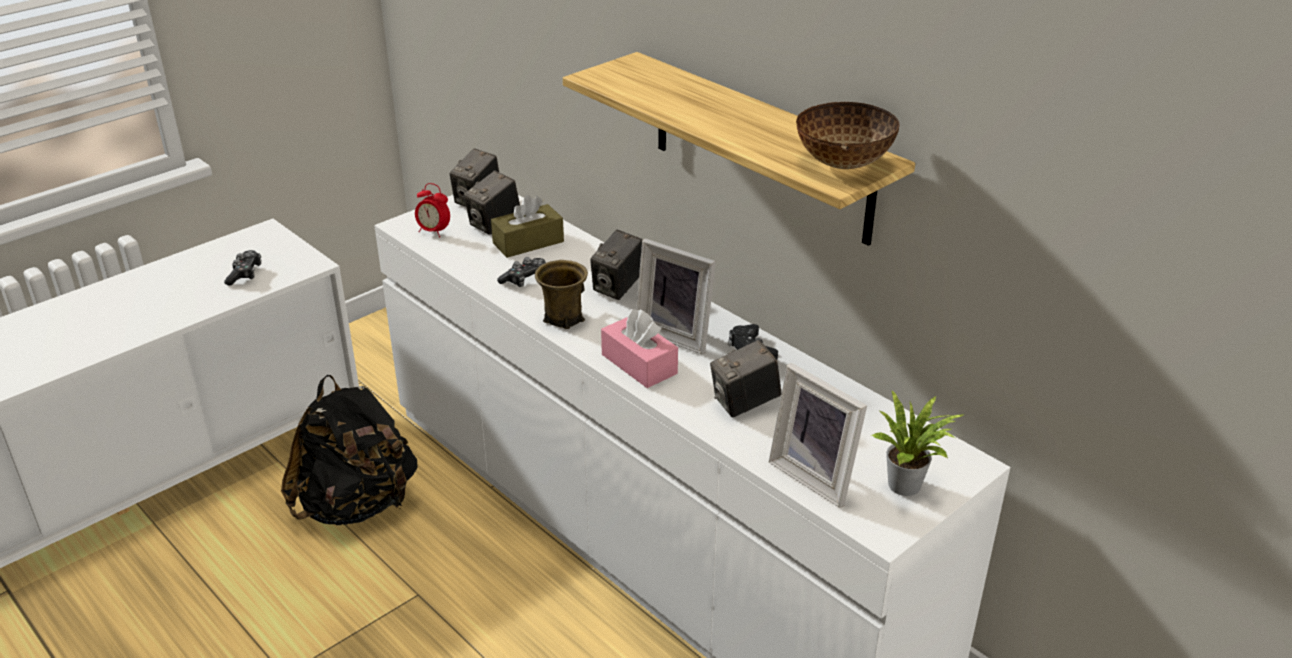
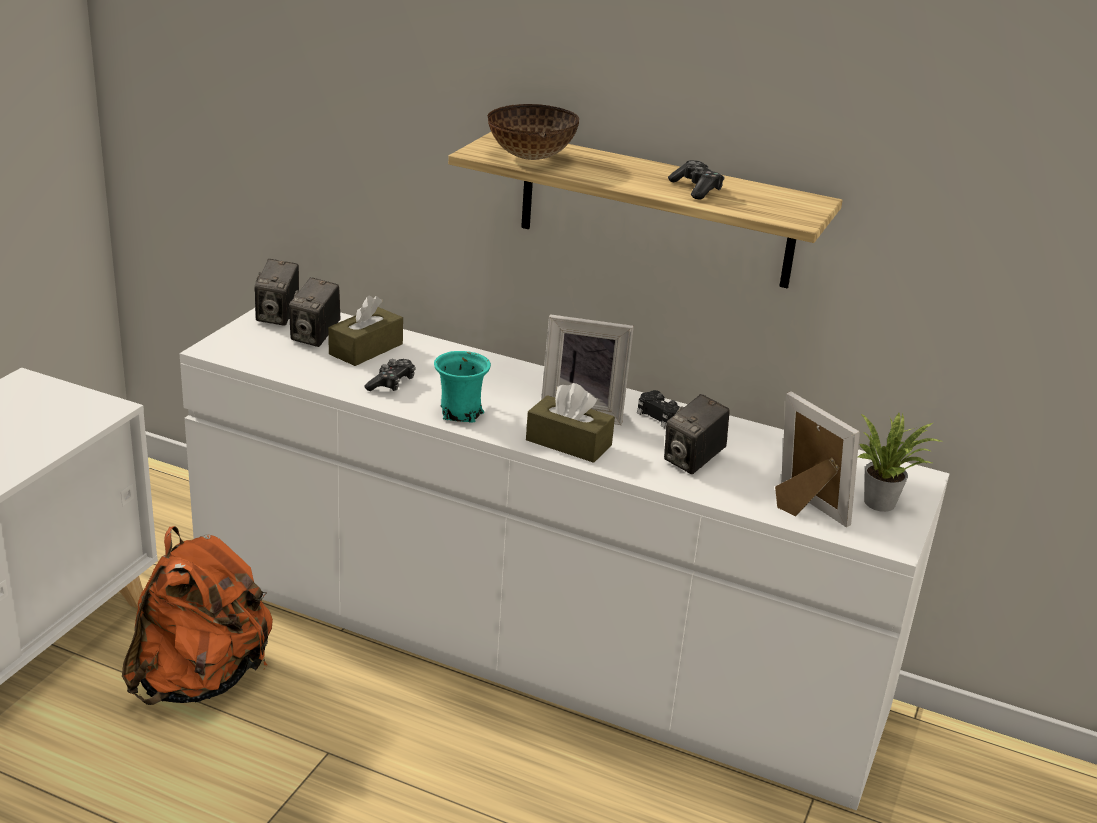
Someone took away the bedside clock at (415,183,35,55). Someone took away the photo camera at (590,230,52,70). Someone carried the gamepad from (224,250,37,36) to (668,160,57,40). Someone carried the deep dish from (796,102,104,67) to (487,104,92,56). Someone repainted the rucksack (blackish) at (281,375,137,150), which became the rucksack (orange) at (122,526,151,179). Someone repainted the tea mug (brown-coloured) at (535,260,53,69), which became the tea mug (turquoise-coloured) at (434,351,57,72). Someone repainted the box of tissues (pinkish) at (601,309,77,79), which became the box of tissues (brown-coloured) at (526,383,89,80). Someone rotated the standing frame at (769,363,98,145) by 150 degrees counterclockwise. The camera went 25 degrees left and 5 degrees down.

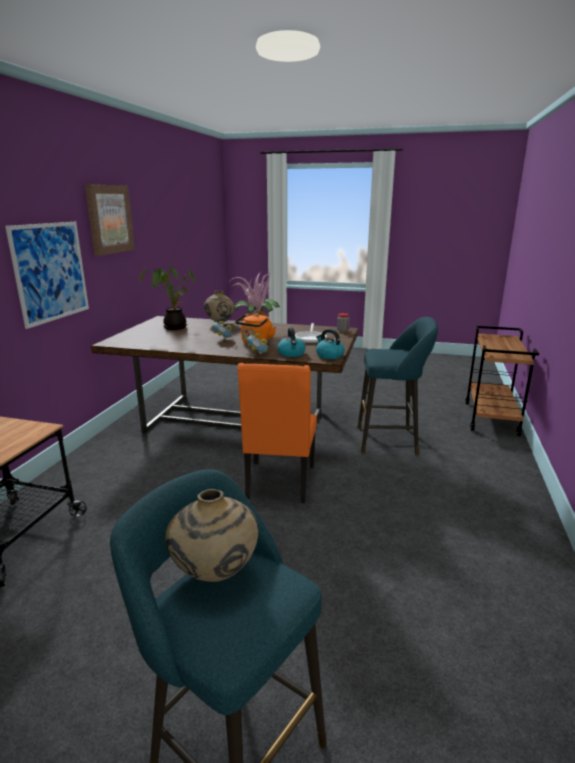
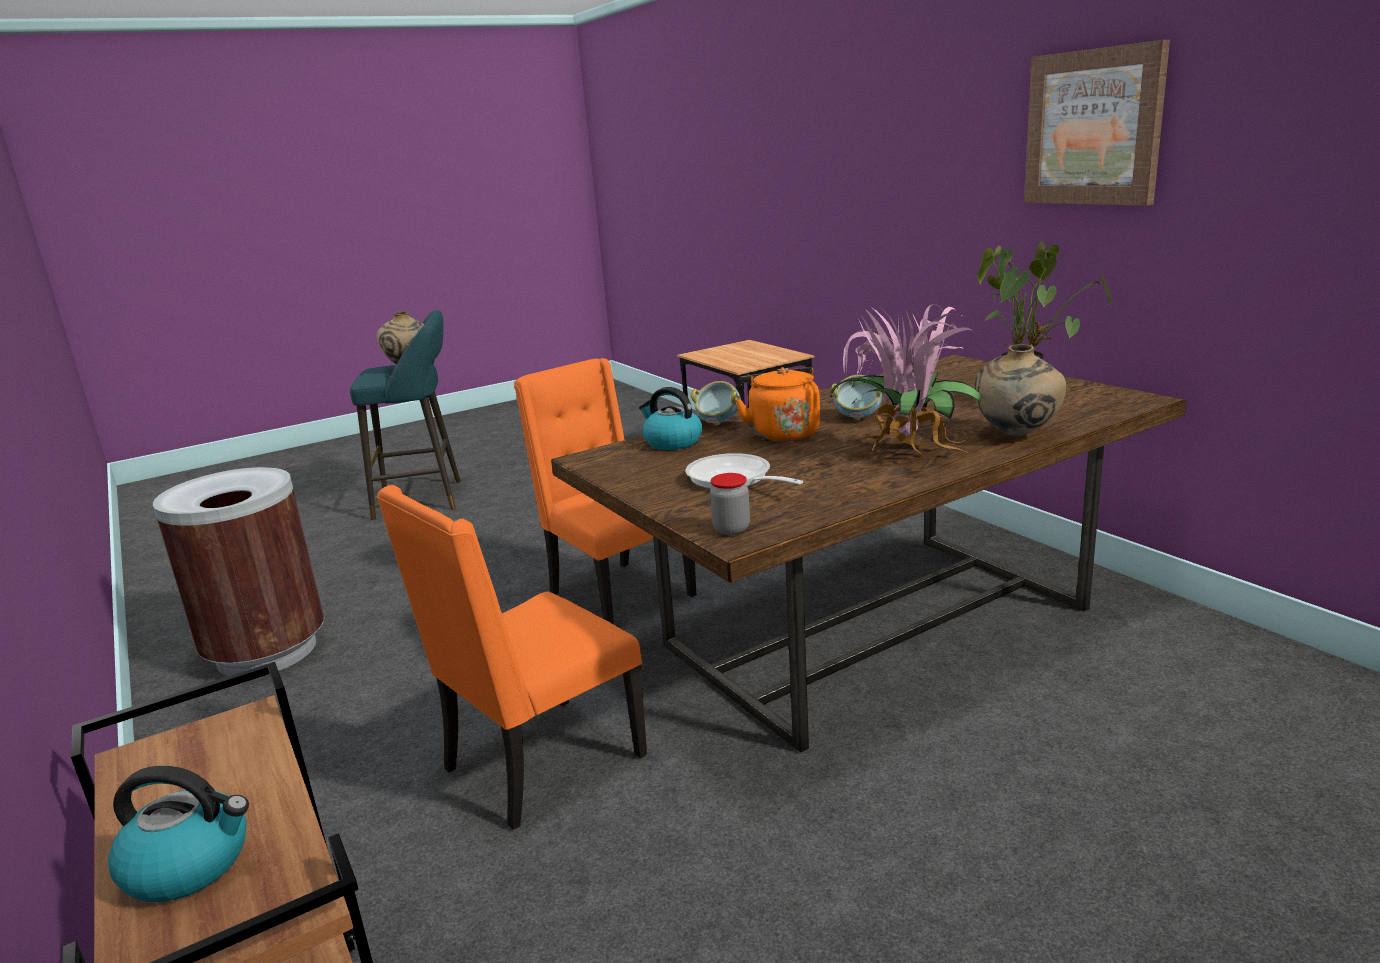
Someone took away the wall picture at (5,222,84,107). Someone put down the trash can (brown-coloured) at (153,467,171,209). Someone carried the kettle from (316,329,29,30) to (108,766,141,136). Someone swapped the stool (turquoise-coloured) at (357,317,81,138) for the chair (orange) at (376,485,271,345). The camera went 135 degrees right and 0 degrees up.

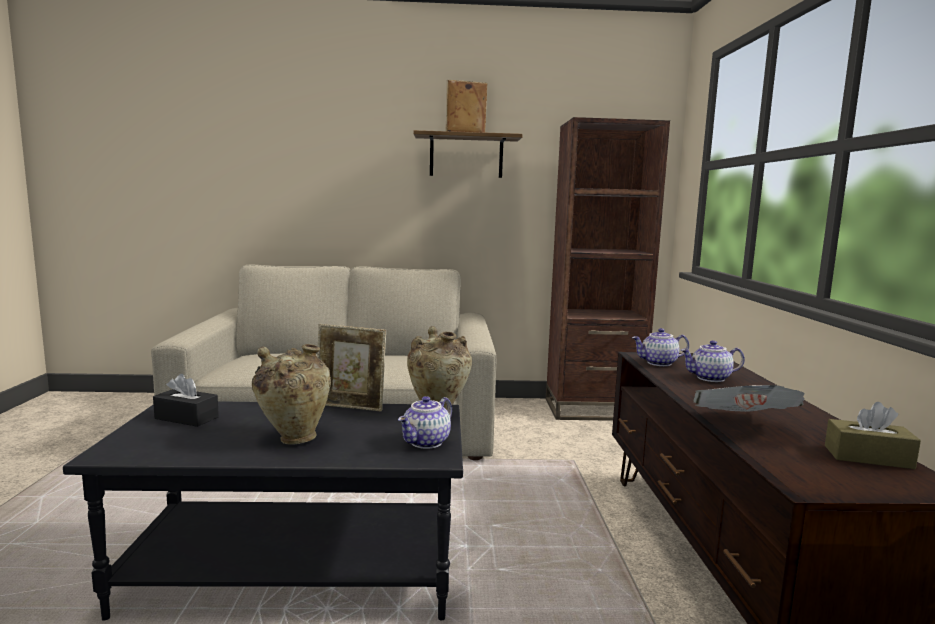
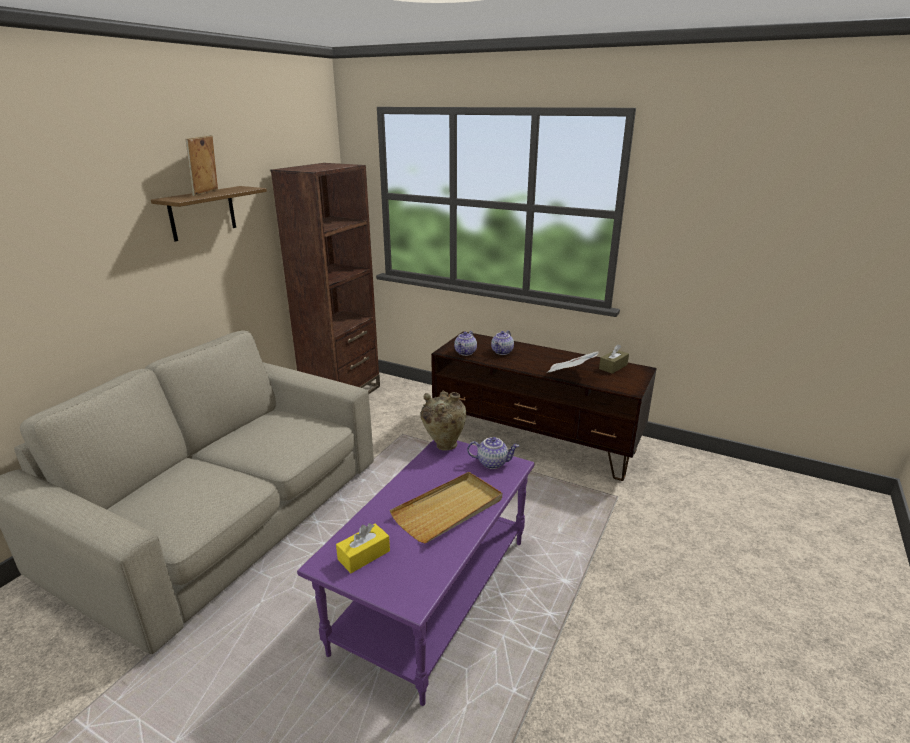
Someone took away the standing frame at (317,324,69,88). Someone swapped the flower vase (sand-coloured) at (252,344,79,100) for the carrying tray (sand-coloured) at (390,472,112,71). Someone repainted the coffee table (blackish) at (63,401,400,219), which became the coffee table (purple) at (297,440,238,266). Someone repainted the box of tissues (blackish) at (153,374,66,53), which became the box of tissues (yellow-coloured) at (336,523,54,50). Someone rotated the tea pot at (398,396,54,53) by 60 degrees counterclockwise. The camera went 60 degrees left and 15 degrees up.

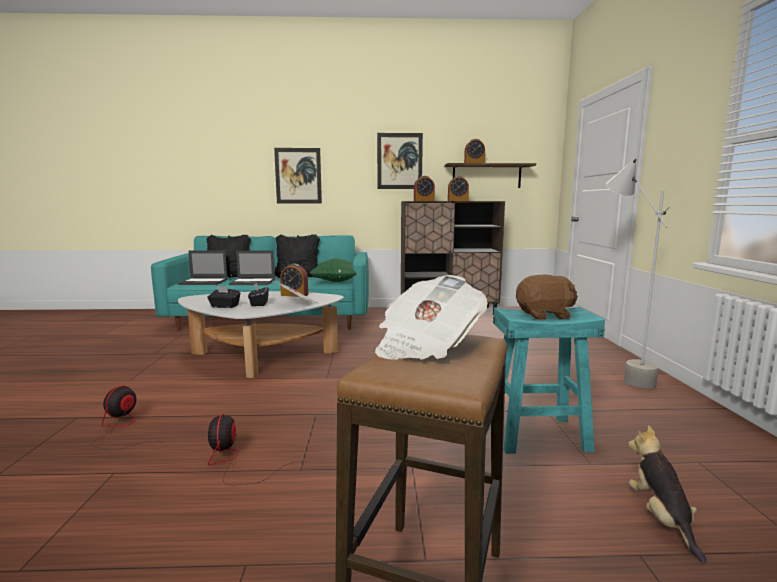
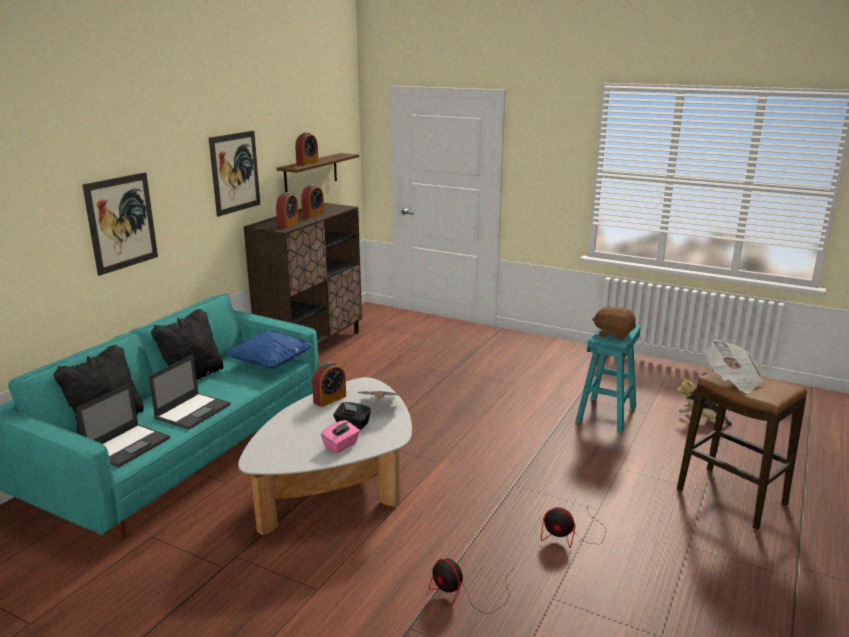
Someone took away the floor lamp (greyish) at (606,158,64,231). Someone repainted the box of tissues (blackish) at (207,286,33,22), which became the box of tissues (pinkish) at (321,420,39,33). Someone repainted the cushion (greenish) at (310,258,47,24), which became the cushion (blue) at (226,331,87,38). Someone rotated the soft toy (brown-coloured) at (516,274,62,46) by 90 degrees counterclockwise. The camera went 60 degrees left and 10 degrees up.

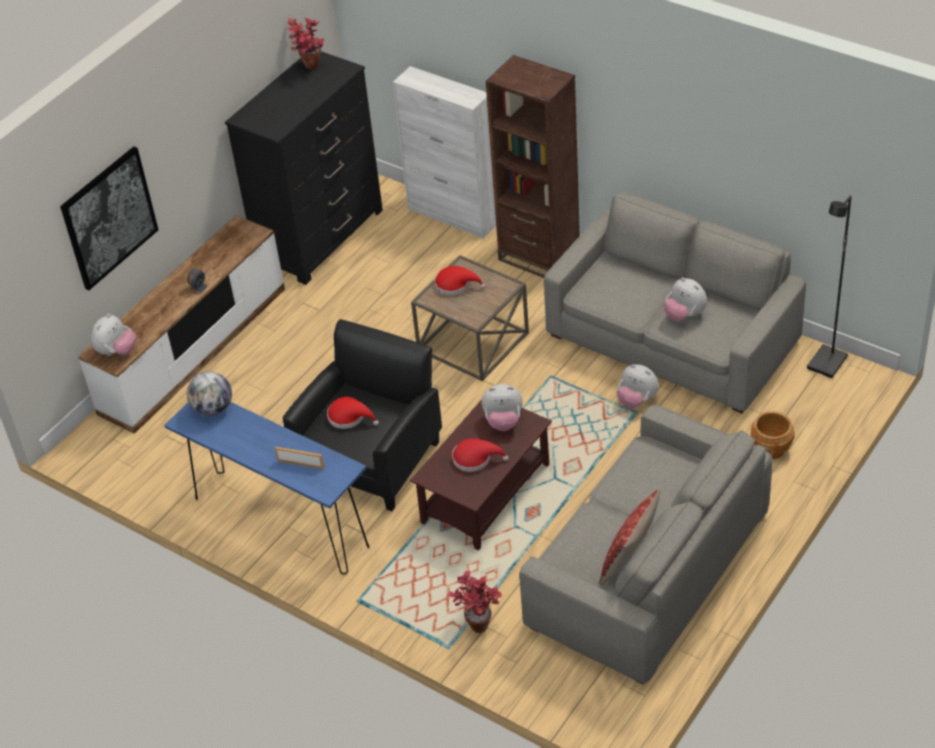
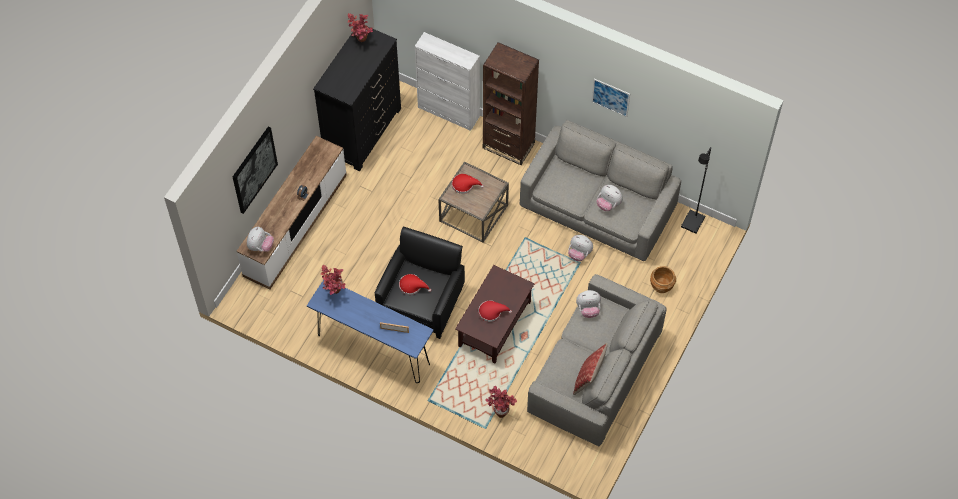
Someone put up the wall picture at (591,79,39,38). Someone carried the soft toy from (482,384,41,47) to (576,290,25,28). Someone swapped the world globe at (187,371,45,45) for the plant in a pot at (321,265,25,30). The camera went 10 degrees left and 15 degrees up.

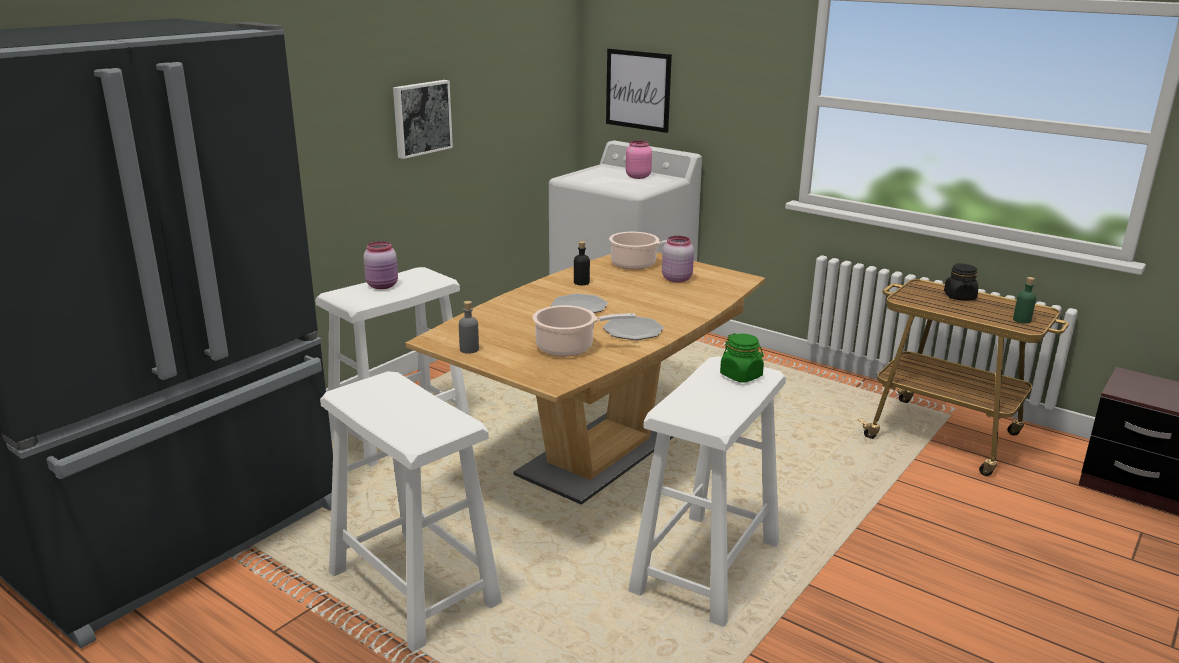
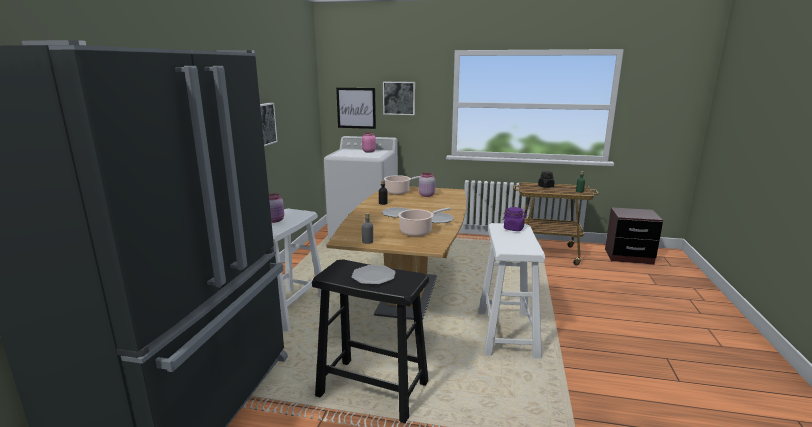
Someone put down the flat dish at (351,265,45,20). Someone put up the wall picture at (383,82,32,33). Someone repainted the stool (whitish) at (320,371,182,281), which became the stool (blackish) at (312,259,117,164). Someone repainted the storage jar (greenish) at (720,333,44,50), which became the storage jar (purple) at (503,207,24,24). The camera went 25 degrees left and 5 degrees down.

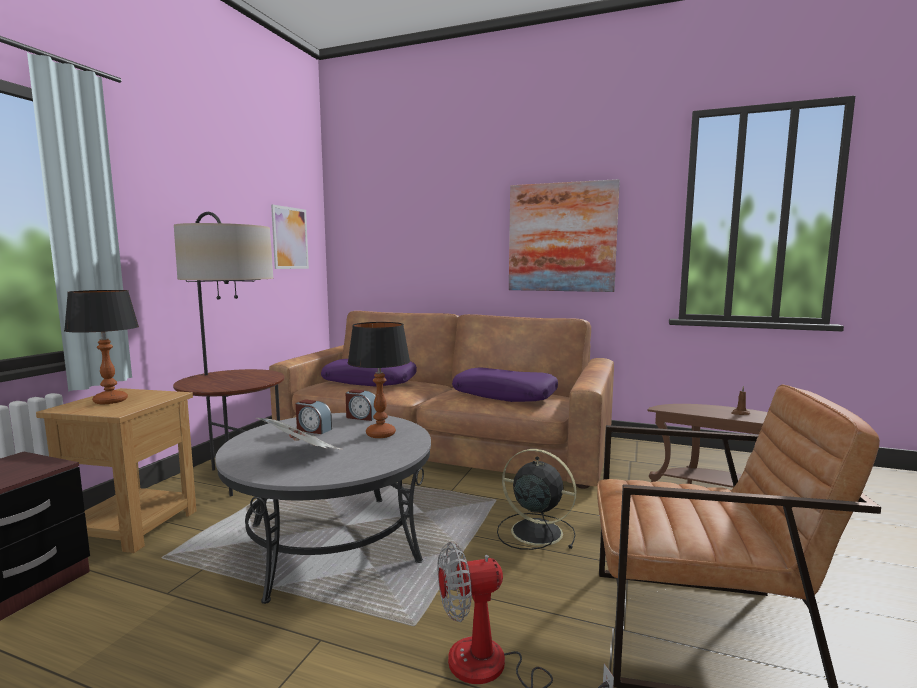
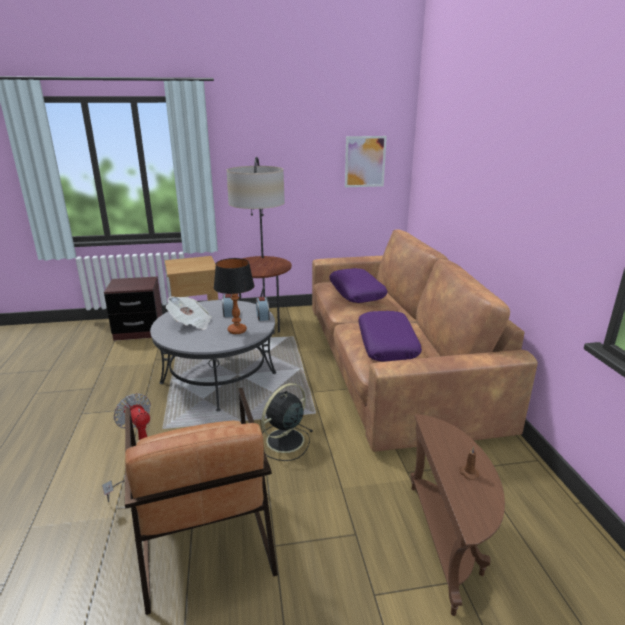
Someone took away the table lamp at (64,290,75,114). Someone took away the wall picture at (509,179,111,113). Someone rotated the cooling fan (blackish) at (497,449,80,101) by 135 degrees counterclockwise. The camera went 60 degrees right and 15 degrees up.

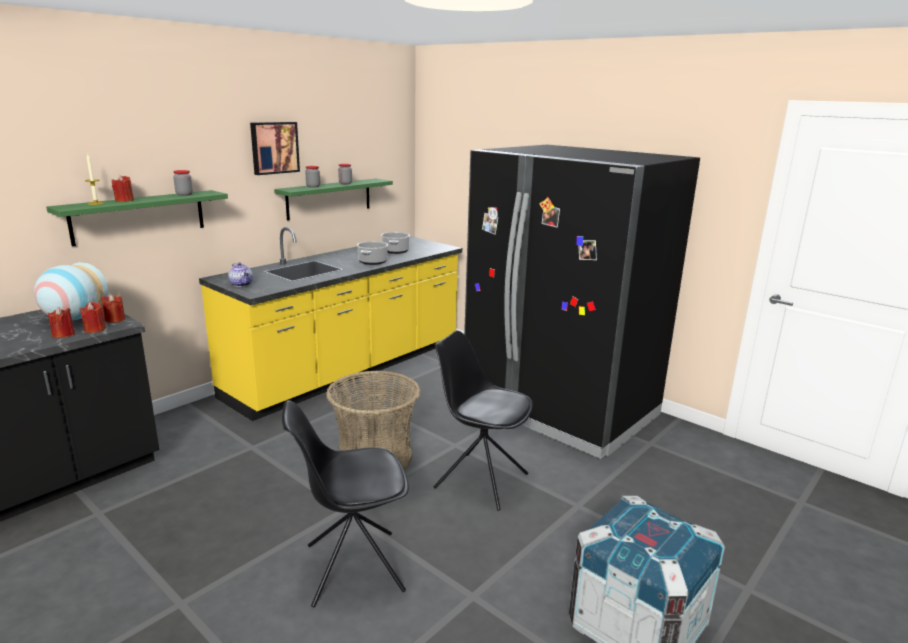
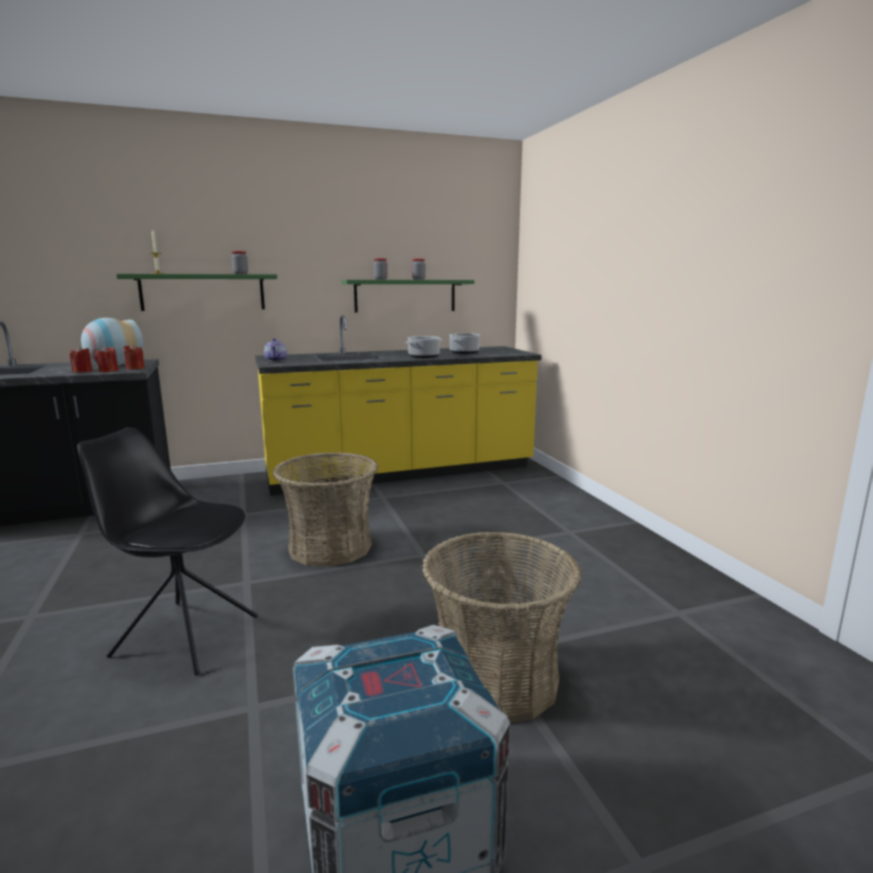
Someone took away the candle (red) at (112,175,22,27). Someone took away the wall picture at (250,122,50,53). Someone took away the chair (blackish) at (434,331,99,180). Someone took away the fridge (blackish) at (464,145,236,314). Someone put down the storage basket at (422,532,159,191). The camera went 30 degrees right and 5 degrees down.

